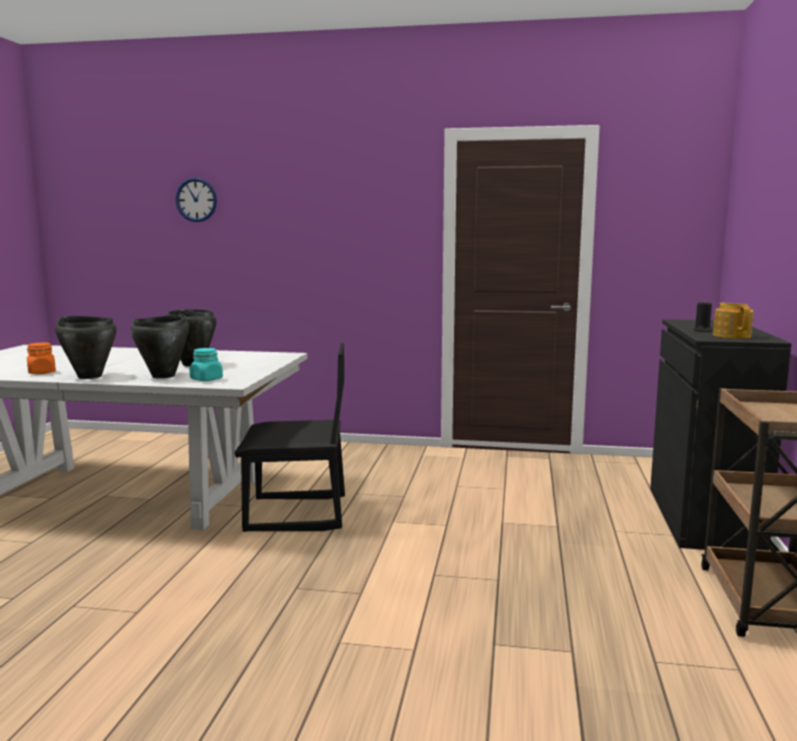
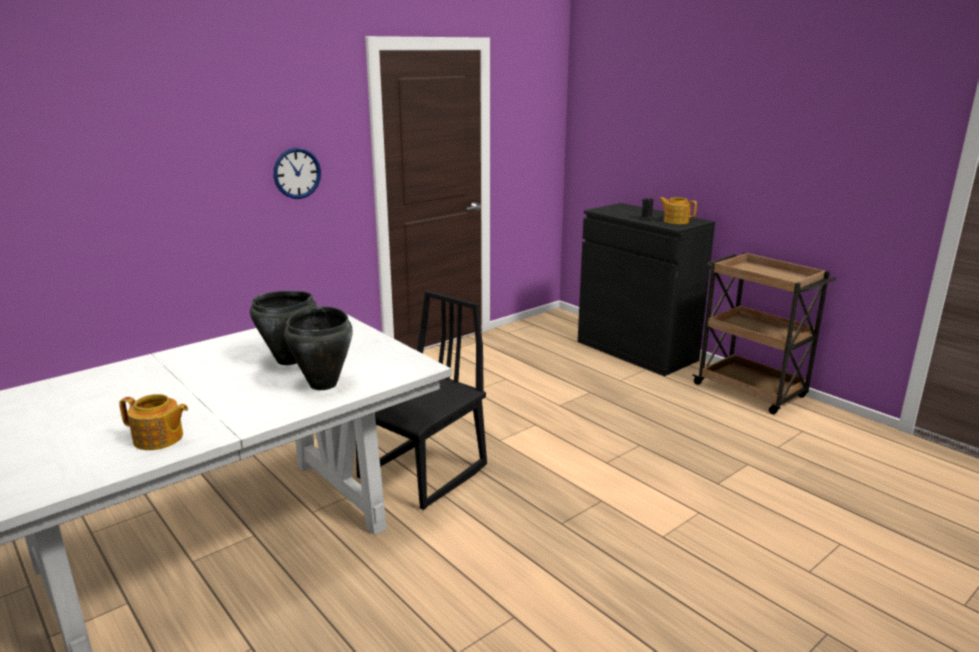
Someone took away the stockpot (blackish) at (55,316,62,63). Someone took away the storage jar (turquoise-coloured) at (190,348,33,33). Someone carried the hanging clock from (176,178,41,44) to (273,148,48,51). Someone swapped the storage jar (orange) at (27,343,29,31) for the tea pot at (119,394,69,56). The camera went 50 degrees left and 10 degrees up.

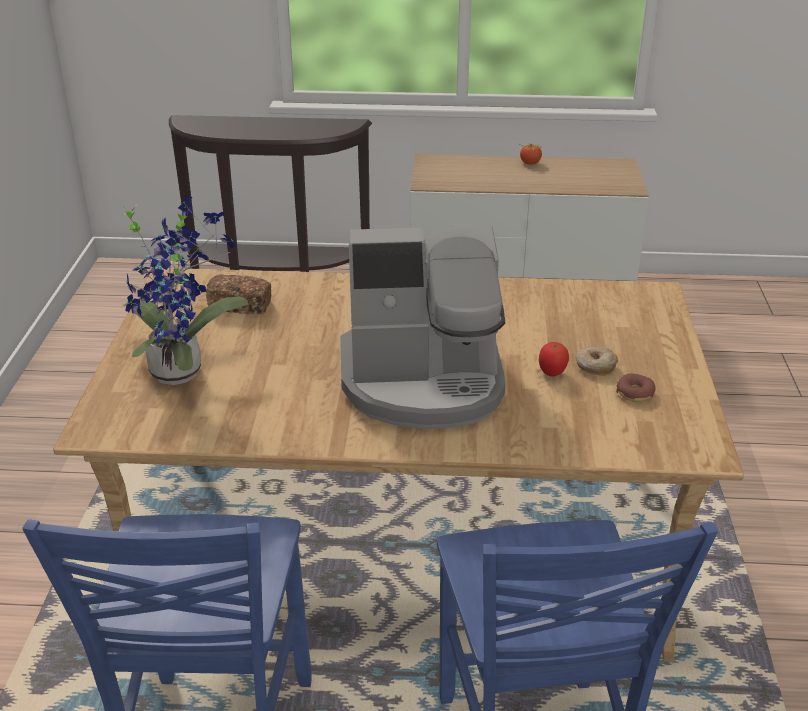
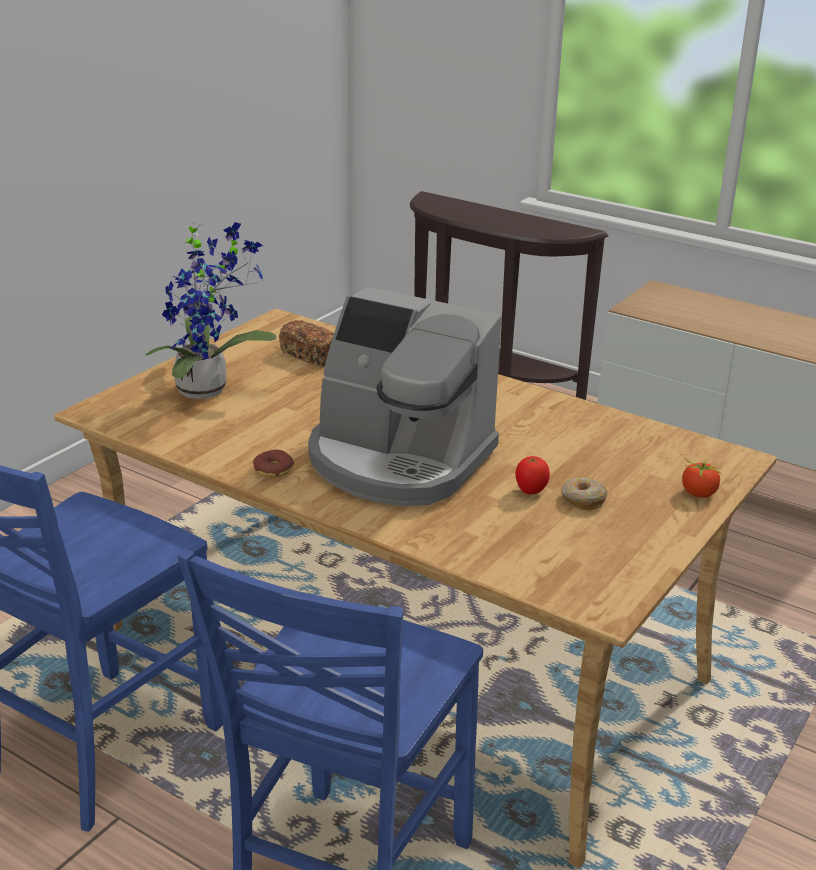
Someone carried the fresh tomato from (520,144,22,21) to (682,457,41,41). Someone carried the donut from (616,373,40,29) to (253,450,41,27). The camera went 30 degrees right and 5 degrees down.

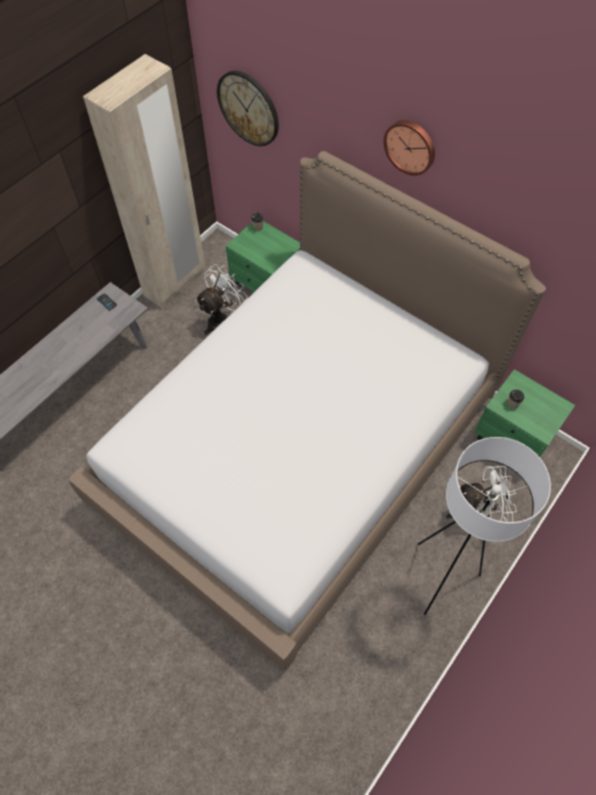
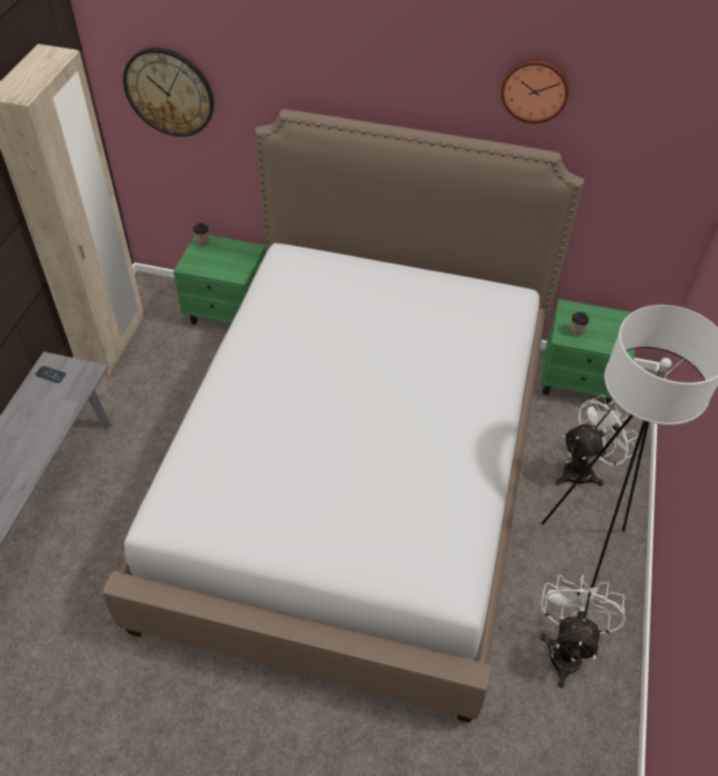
Someone carried the cooling fan (whitish) from (195,264,53,71) to (540,574,86,114). Someone carried the hanging clock from (383,120,52,56) to (501,58,68,66). The camera went 25 degrees left and 10 degrees down.

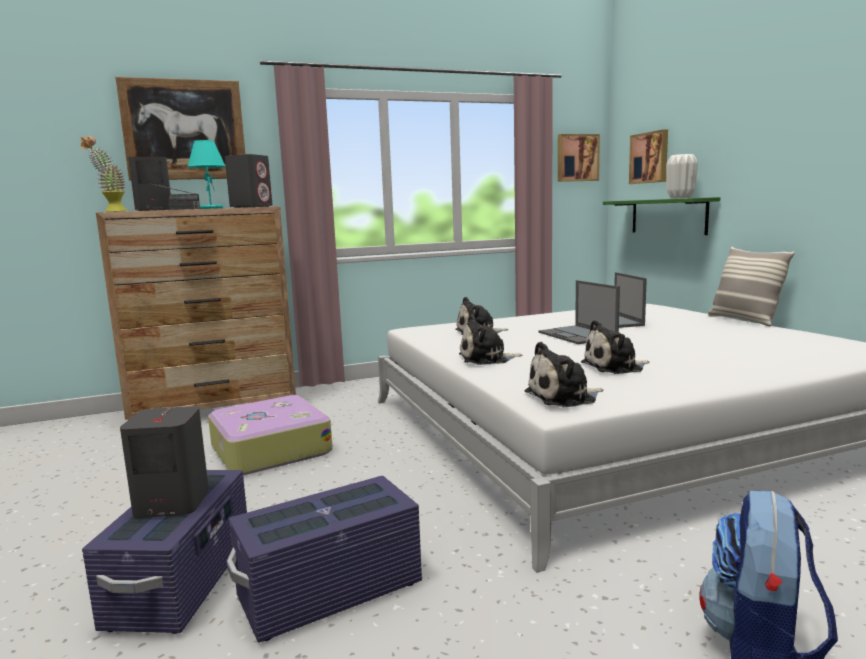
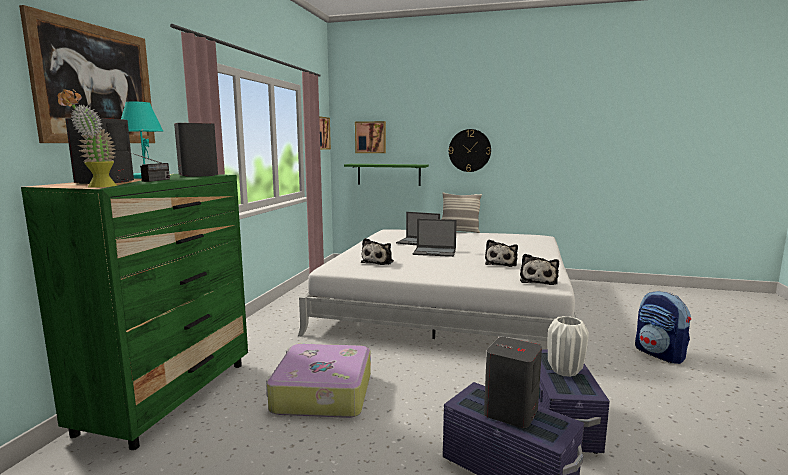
Someone took away the soft toy at (459,315,63,50). Someone put up the hanging clock at (449,129,42,43). Someone carried the flower vase (whitish) from (666,154,32,45) to (548,316,41,61). Someone repainted the dresser (brown-coloured) at (96,206,200,214), which became the dresser (greenish) at (21,174,227,276). The camera went 55 degrees left and 0 degrees up.

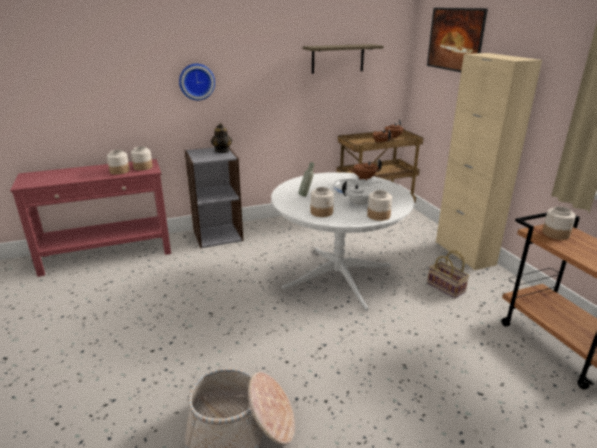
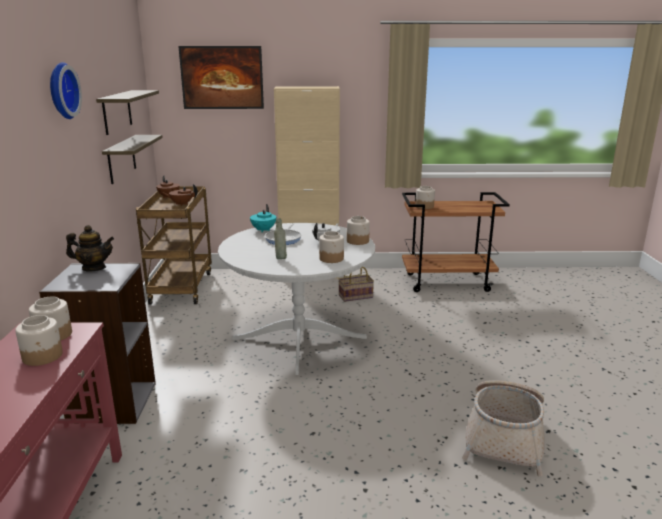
Someone put up the bracket shelf at (102,135,61,49). Someone carried the hanging clock from (179,64,36,36) to (50,62,32,57). Someone repainted the tea pot (brown-coloured) at (348,158,34,23), which became the tea pot (turquoise-coloured) at (250,204,26,28). The camera went 70 degrees left and 5 degrees down.

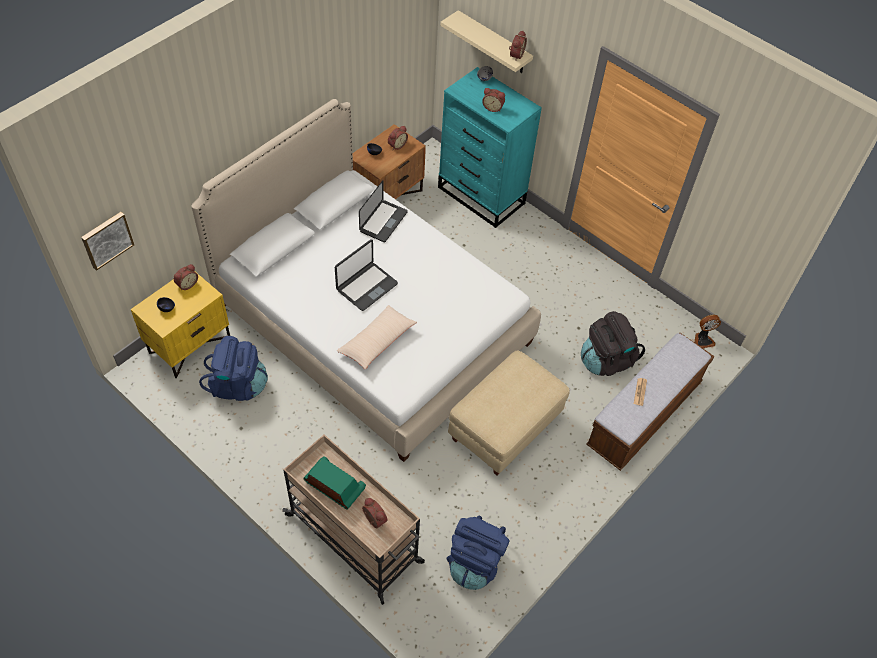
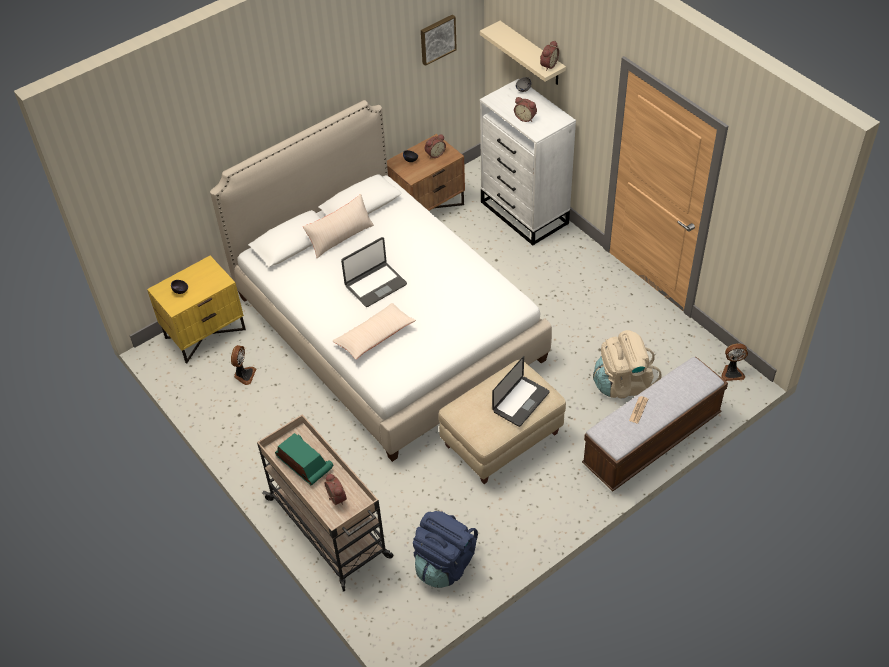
Someone took away the bedside clock at (174,264,24,27). Someone put down the cushion (sand-coloured) at (303,194,71,64). Someone carried the wall picture from (81,212,53,59) to (421,14,36,52). Someone carried the notebook computer from (359,181,49,61) to (492,356,57,71). Someone swapped the rucksack (blue) at (199,336,69,65) for the cooling fan at (231,345,25,40). Someone repainted the dresser (turquoise-coloured) at (438,67,104,161), which became the dresser (whitish) at (480,78,96,168). Someone repainted the rucksack (blackish) at (581,311,64,65), which became the rucksack (sand-coloured) at (593,330,69,69). The camera went 15 degrees right and 5 degrees down.

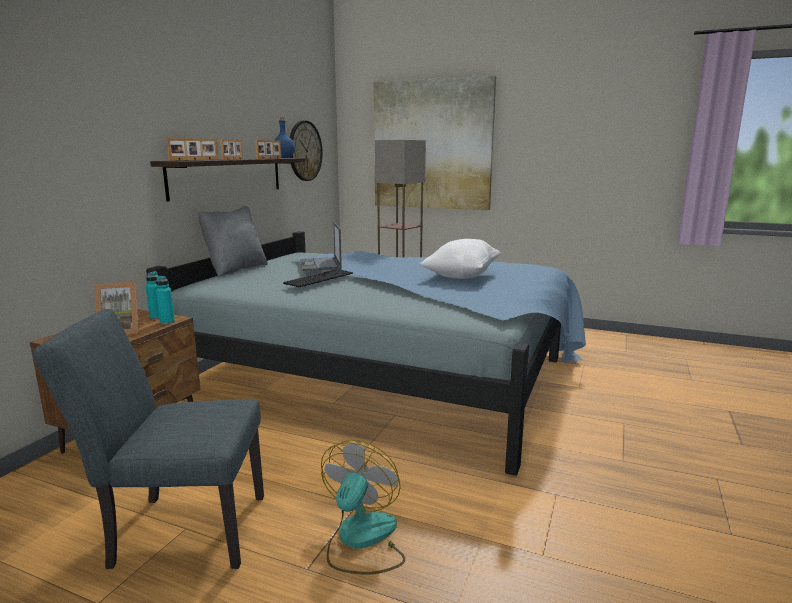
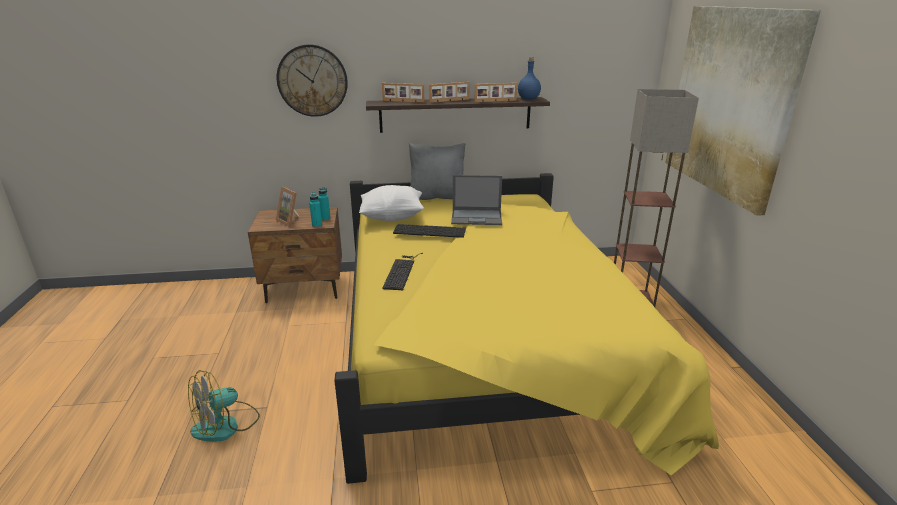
Someone took away the chair (greyish) at (33,309,231,260). Someone put down the computer keyboard at (382,253,41,37). Someone carried the hanging clock from (289,120,34,61) to (277,44,71,73). Someone carried the cushion (whitish) from (420,239,81,40) to (359,185,65,36). Someone repainted the sleeping bed (blue) at (146,231,440,245), which became the sleeping bed (yellow-coloured) at (334,173,385,311). Someone rotated the notebook computer at (300,222,42,49) by 135 degrees counterclockwise. Someone rotated the cooling fan at (321,440,84,135) by 150 degrees clockwise. The camera went 60 degrees right and 10 degrees up.

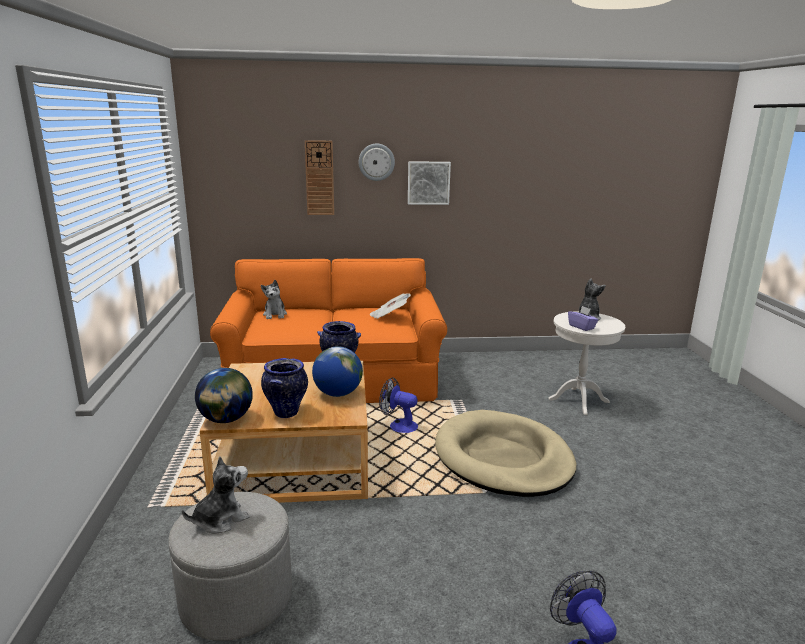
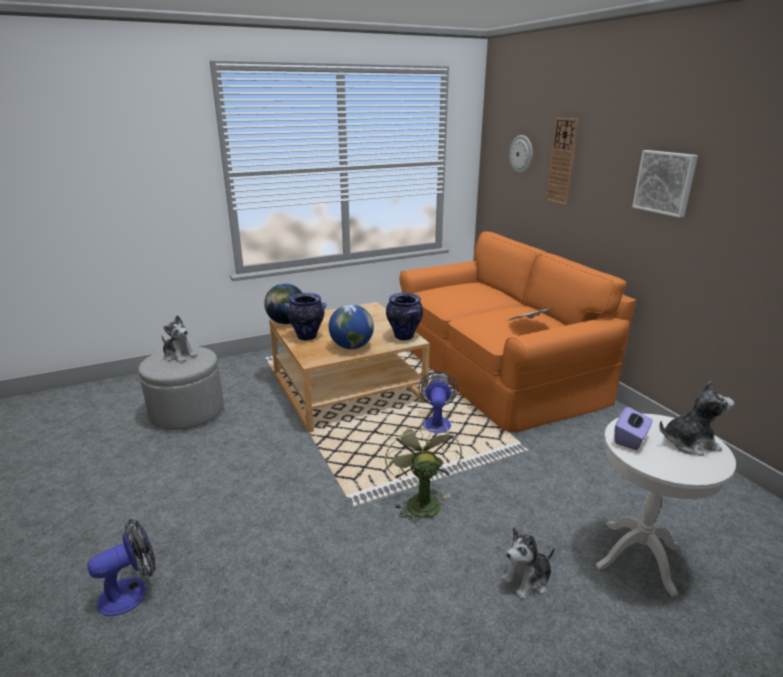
Someone carried the soft toy from (261,280,26,39) to (501,527,54,73). Someone carried the hanging clock from (359,144,36,37) to (509,135,24,39). Someone swapped the pet bed (sand-coloured) at (435,410,141,87) for the cooling fan (greenish) at (385,420,77,106). The camera went 70 degrees right and 5 degrees up.

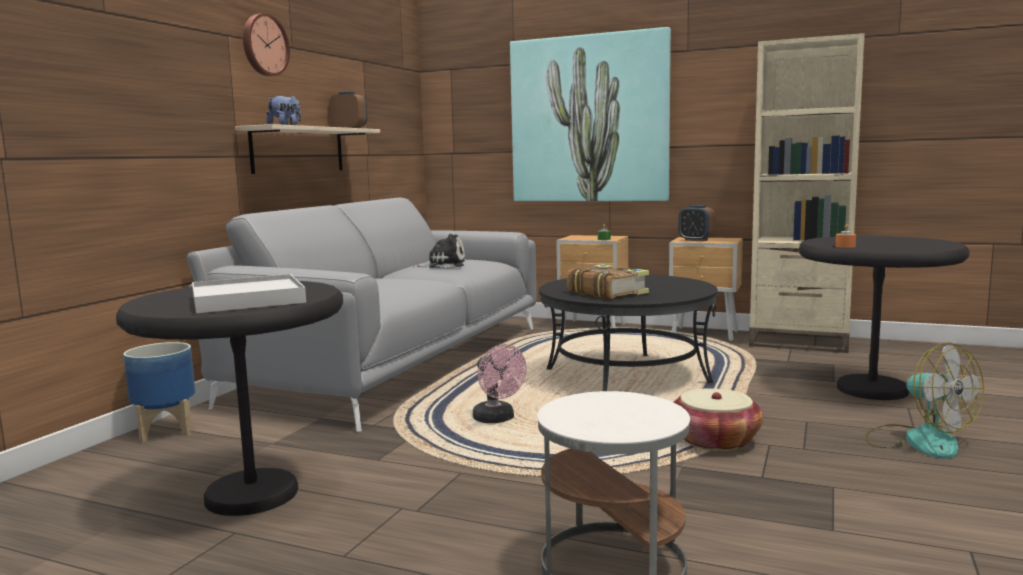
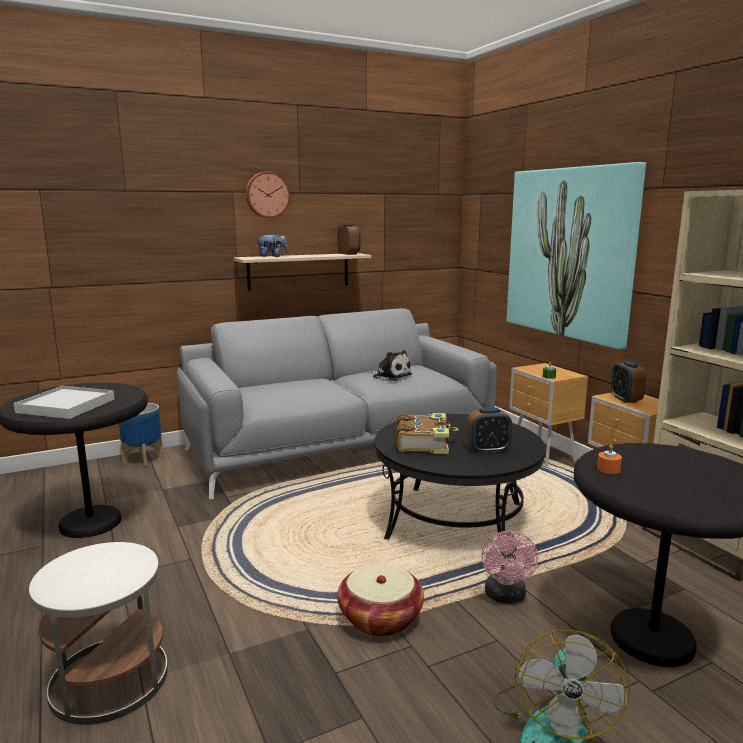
Someone put down the bedside clock at (466,407,46,46). Someone carried the cooling fan (pinkish) from (473,344,54,79) to (481,531,58,73). The camera went 40 degrees right and 5 degrees up.

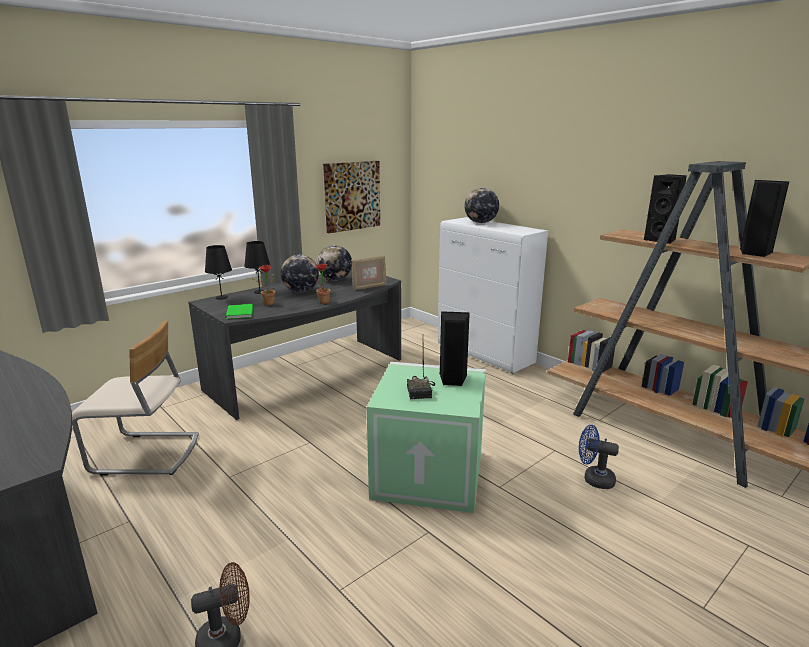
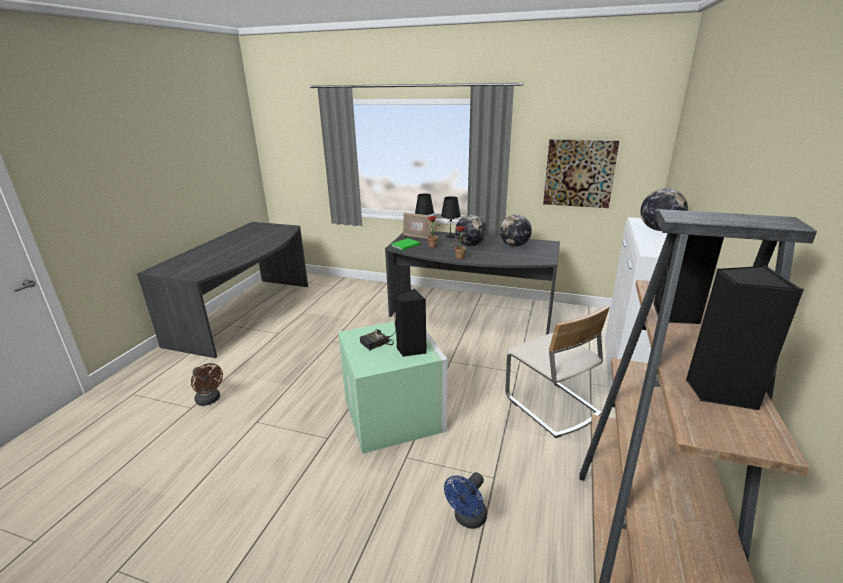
Someone carried the chair (sand-coloured) from (72,321,127,154) to (505,306,105,132). Someone carried the standing frame from (351,256,36,35) to (403,212,28,27). Someone rotated the cooling fan (blue) at (579,425,40,64) by 135 degrees counterclockwise. The camera went 60 degrees right and 5 degrees up.

